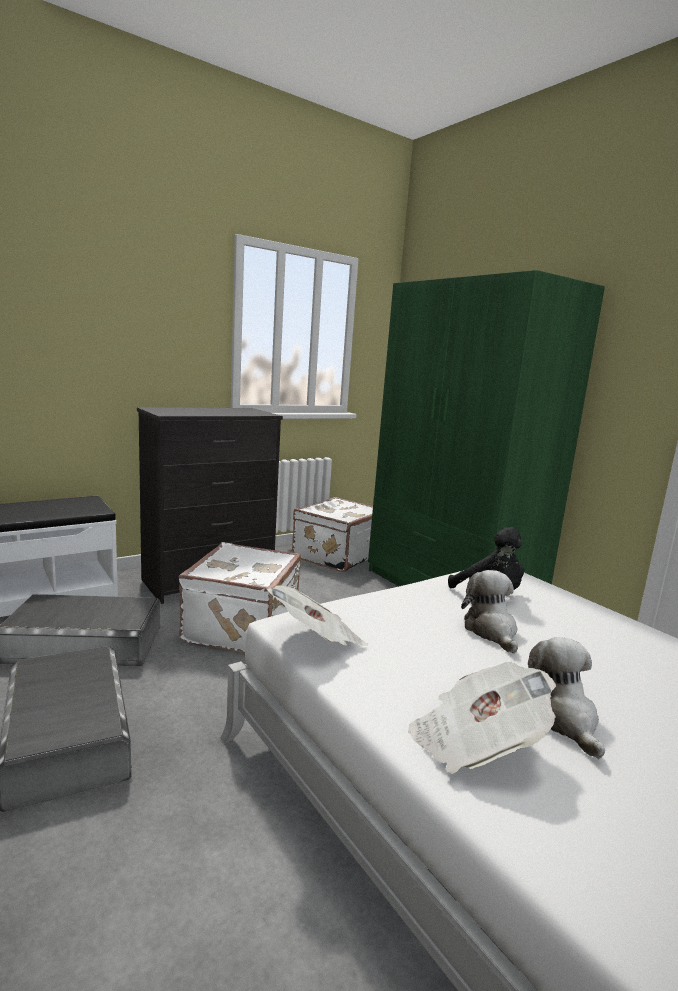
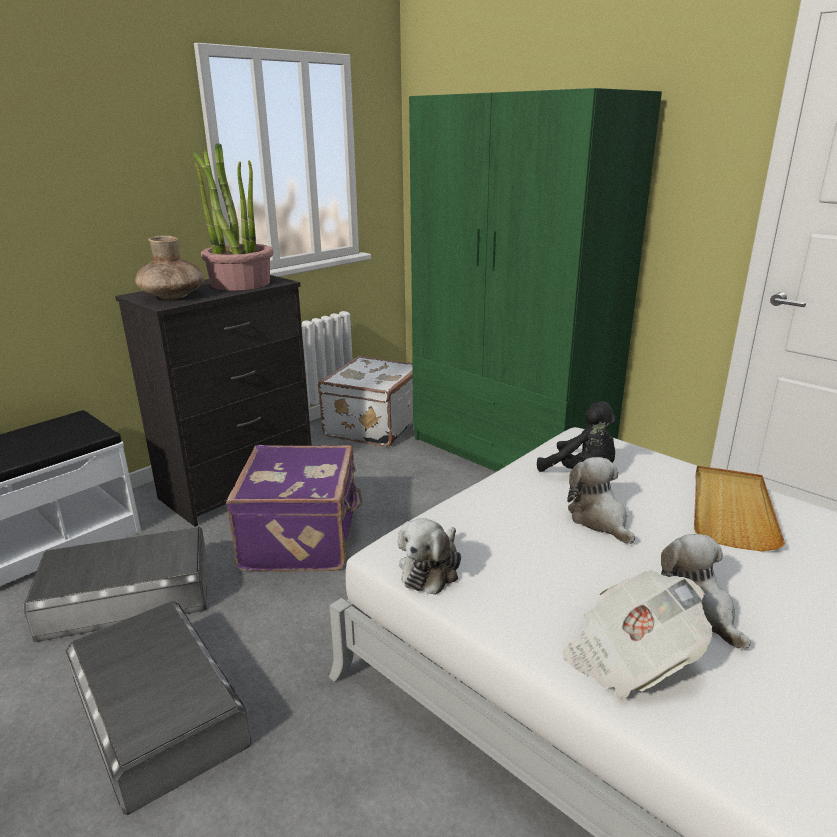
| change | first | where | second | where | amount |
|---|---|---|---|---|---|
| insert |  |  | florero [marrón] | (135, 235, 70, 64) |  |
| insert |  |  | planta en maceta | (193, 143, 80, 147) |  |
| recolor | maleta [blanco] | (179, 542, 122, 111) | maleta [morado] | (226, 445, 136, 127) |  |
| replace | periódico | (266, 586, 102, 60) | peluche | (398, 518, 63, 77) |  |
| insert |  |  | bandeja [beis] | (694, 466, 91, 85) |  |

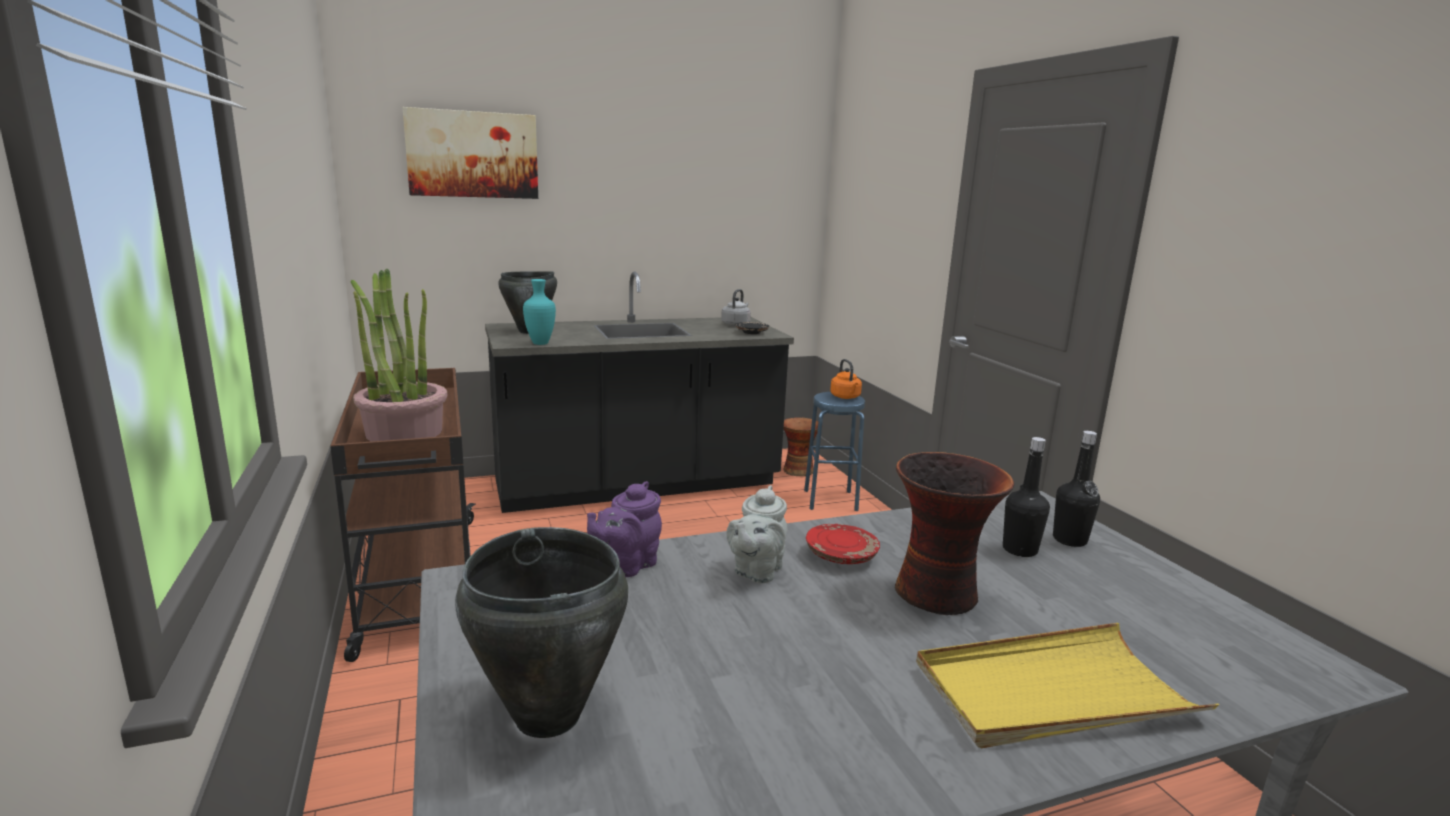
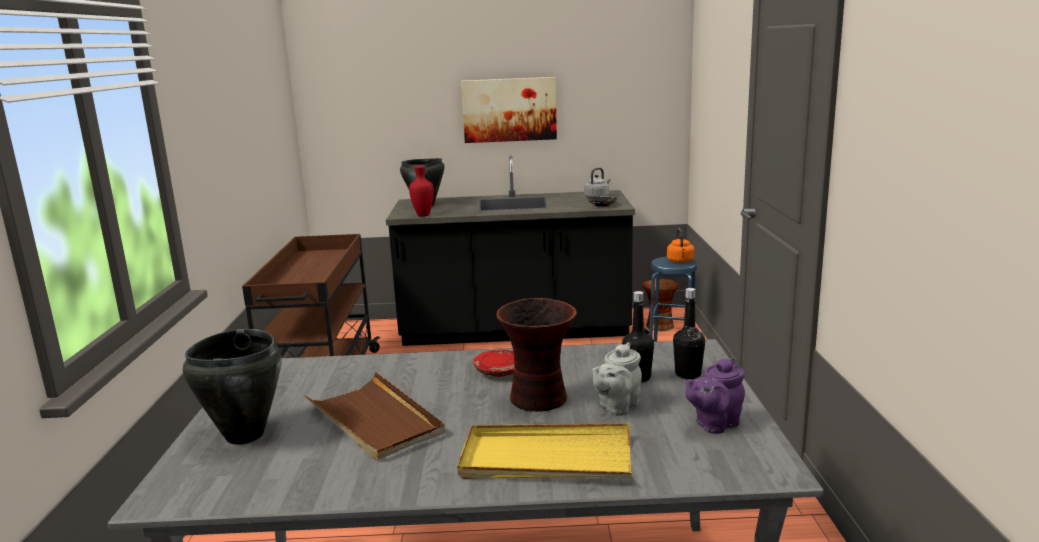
| change | first | where | second | where | amount |
|---|---|---|---|---|---|
| insert |  |  | bandeja [marrón] | (305, 372, 140, 88) |  |
| recolor | florero [turquesa] | (523, 279, 33, 66) | florero [rojo] | (409, 166, 25, 51) |  |
| move | cuadro | (403, 107, 135, 92) |  | (461, 77, 96, 66) |  |
| move | tetera [gris] | (726, 485, 62, 98) |  | (592, 342, 50, 74) |  |
| move | tetera [morado] | (587, 481, 75, 96) |  | (686, 358, 59, 76) |  |
| delete | planta en maceta | (350, 269, 97, 172) |  |  |  |

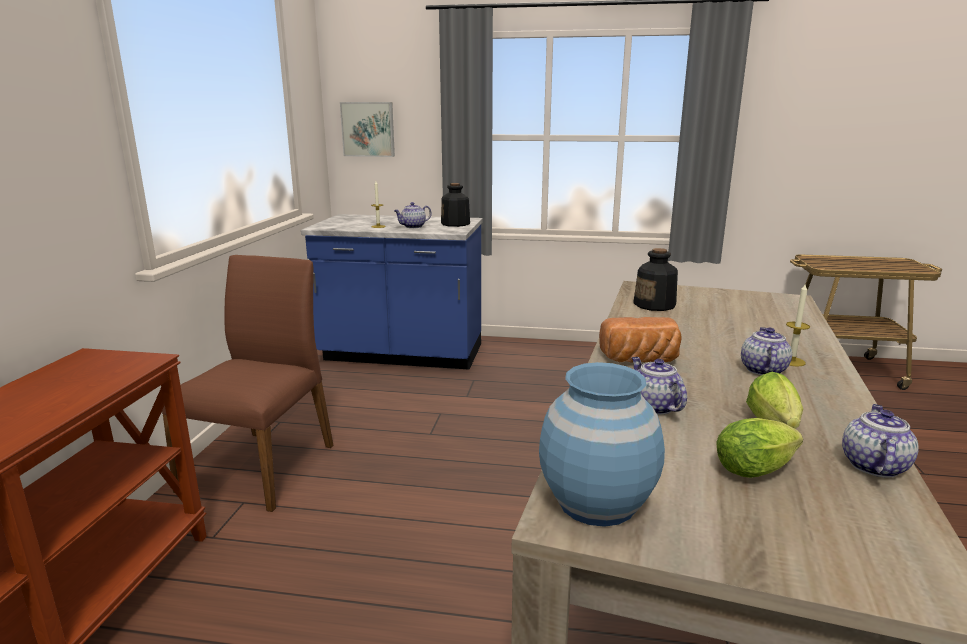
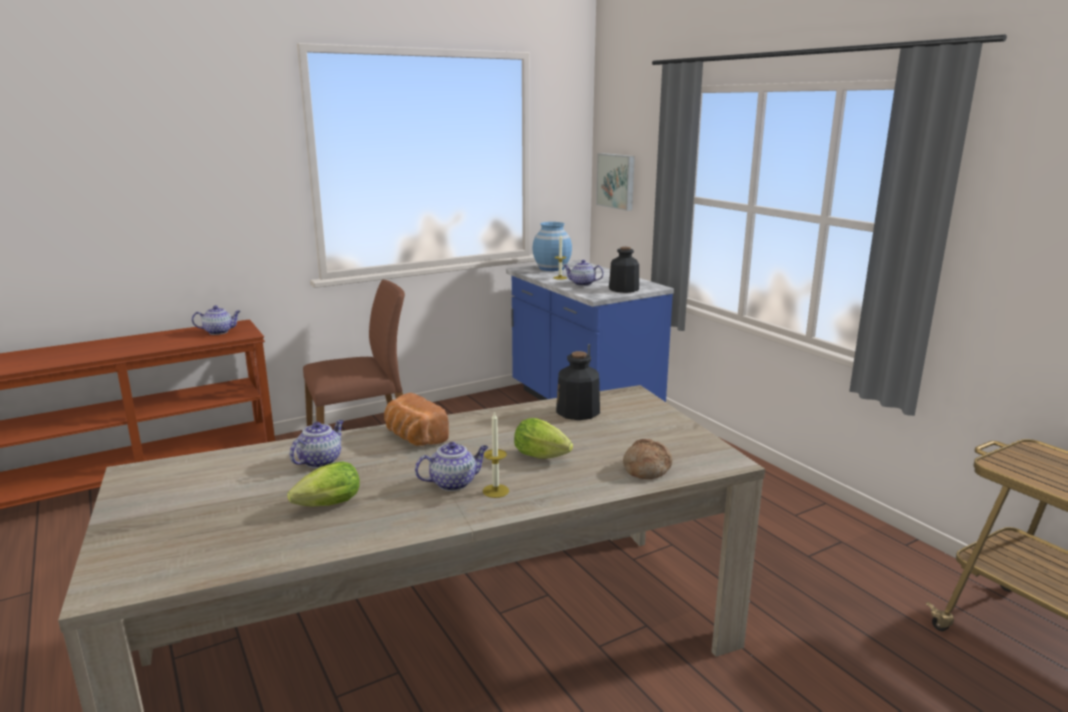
| change | first | where | second | where | amount |
|---|---|---|---|---|---|
| move | tetera | (842, 404, 77, 74) |  | (192, 305, 49, 30) |  |
| move | lechuga | (716, 418, 87, 60) |  | (514, 418, 59, 41) |  |
| move | florero [azul] | (539, 362, 126, 165) |  | (533, 222, 39, 49) |  |
| insert |  |  | pan | (623, 439, 49, 40) |  |

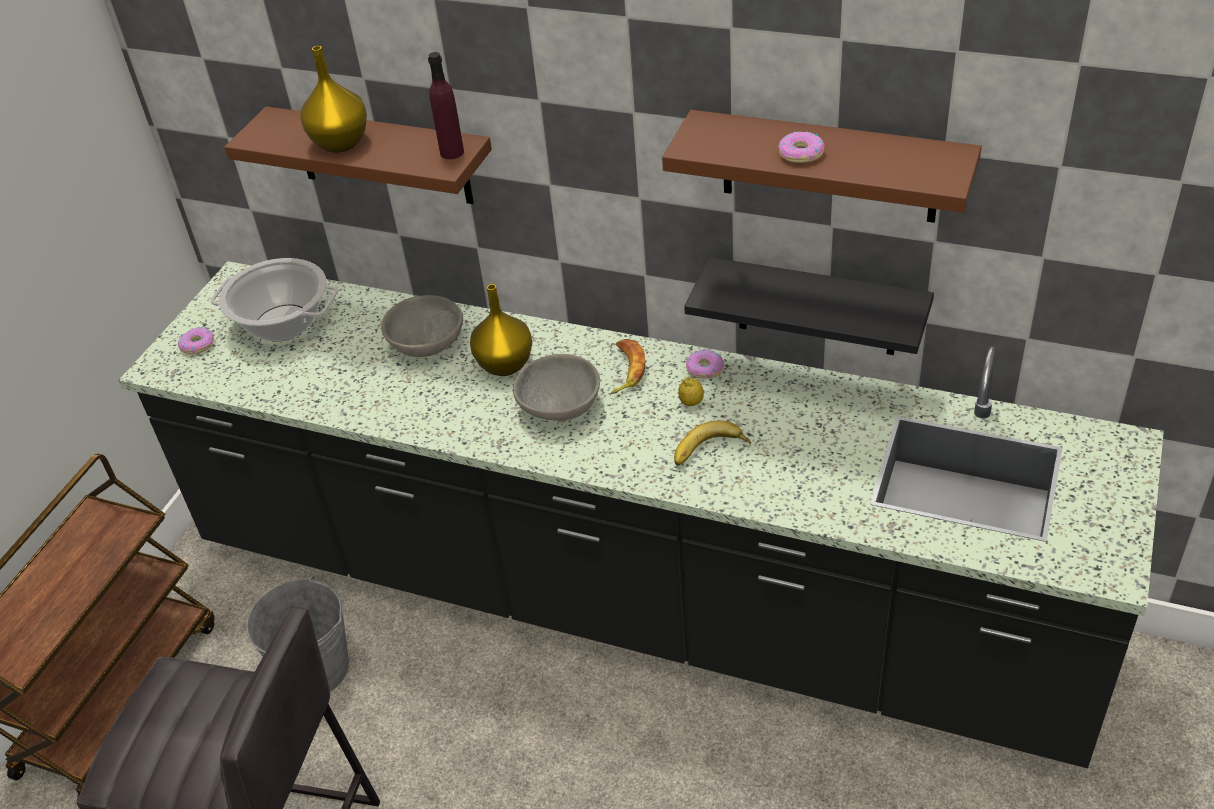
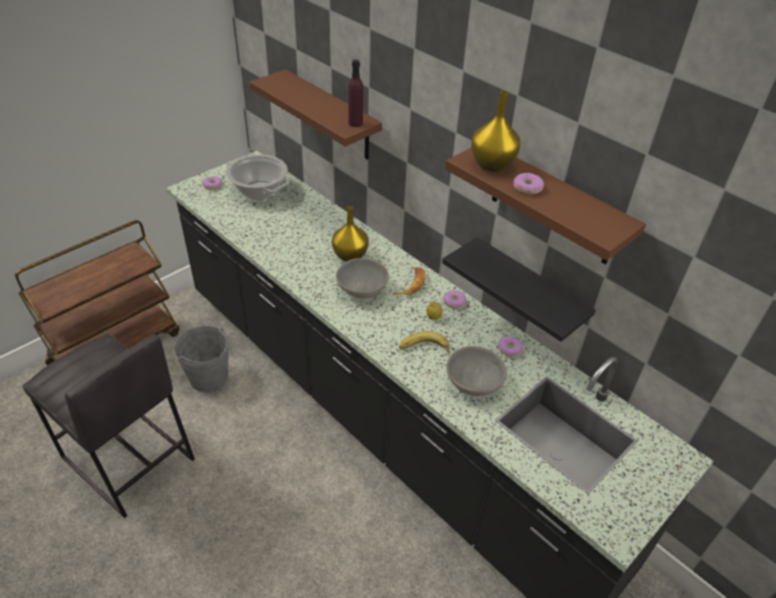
| change | first | where | second | where | amount |
|---|---|---|---|---|---|
| move | cuenco [gris] | (381, 295, 82, 62) |  | (446, 346, 61, 50) |  |
| move | florero [amarillo] | (300, 46, 67, 107) |  | (471, 91, 49, 81) |  |
| insert |  |  | rosquilla | (498, 336, 25, 21) |  |

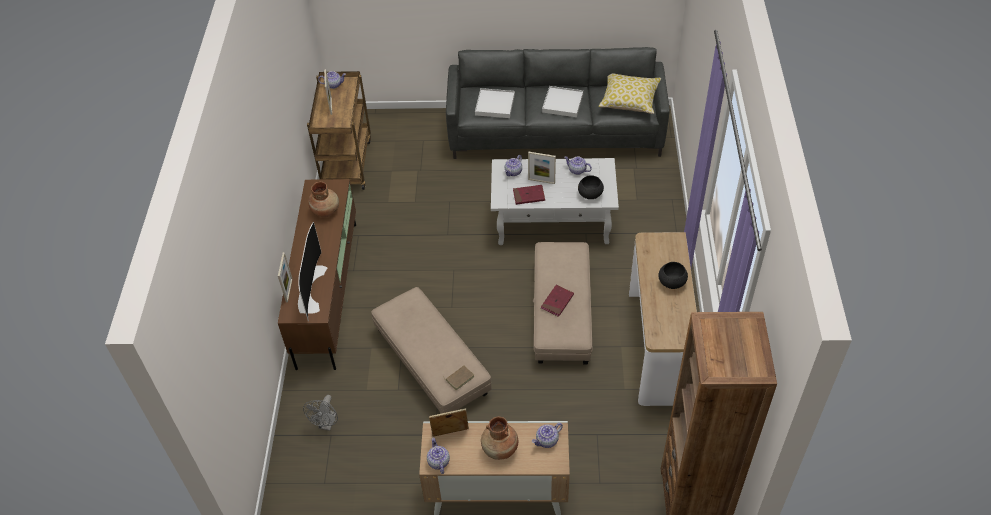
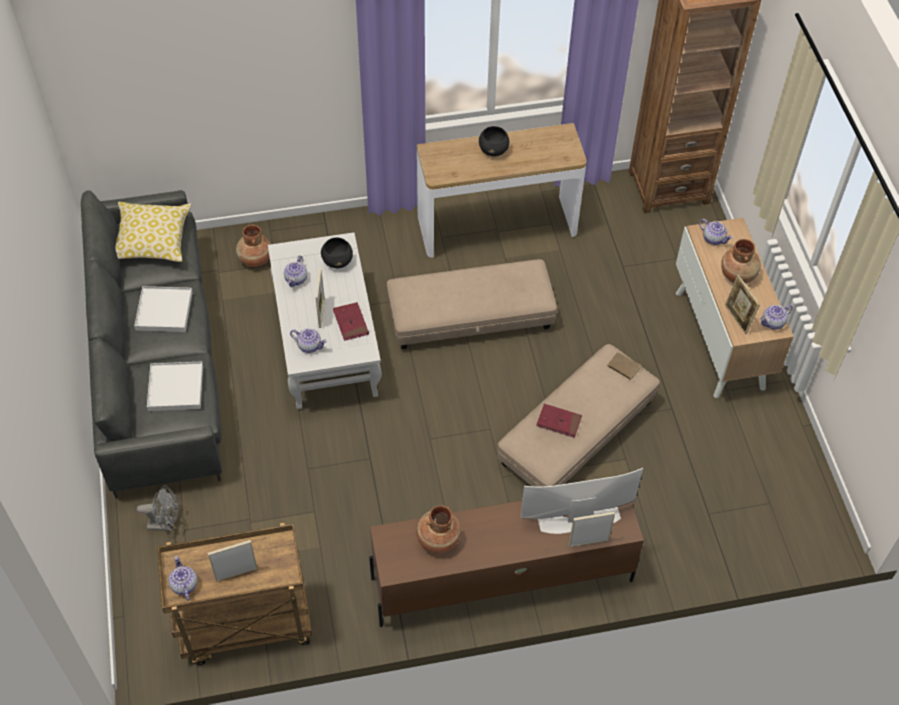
| change | first | where | second | where | amount |
|---|---|---|---|---|---|
| move | ventilador [gris] | (303, 395, 35, 36) |  | (137, 485, 41, 46) |  |
| insert |  |  | florero [marrón] | (236, 225, 34, 42) |  |
| move | libro [rojo] | (541, 285, 33, 32) |  | (536, 404, 46, 34) |  |

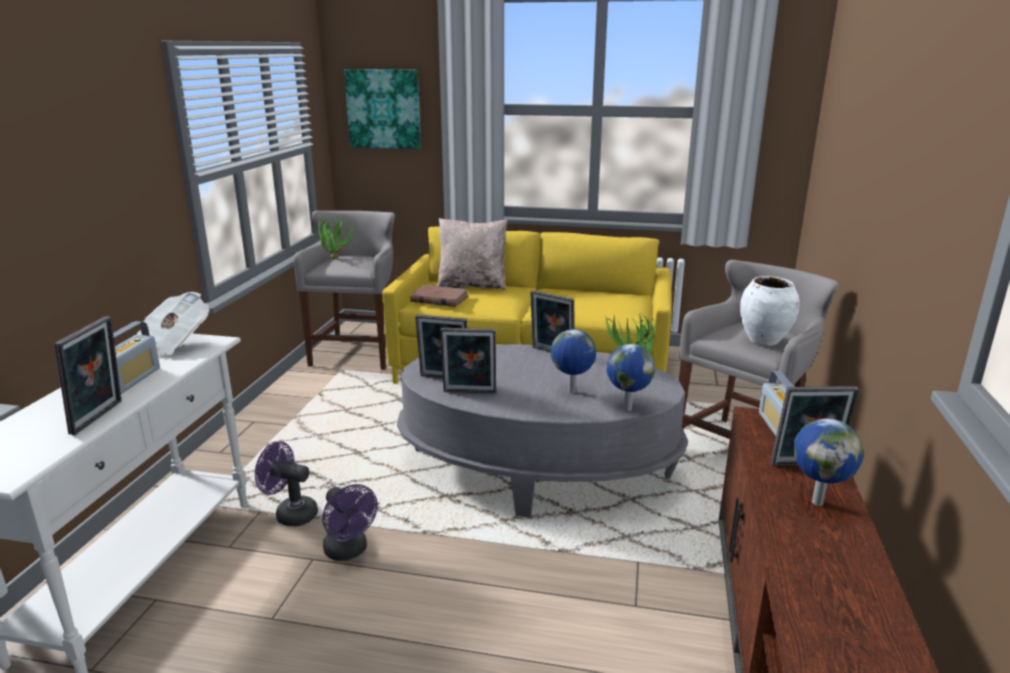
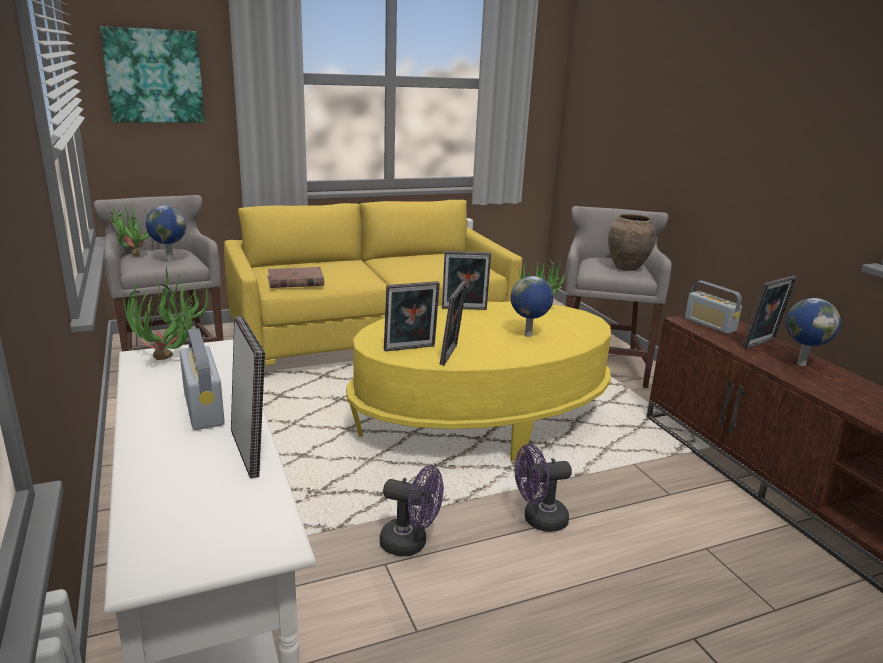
| change | first | where | second | where | amount |
|---|---|---|---|---|---|
| replace | periódico | (137, 292, 72, 64) | planta en maceta | (124, 267, 84, 93) |  |
| move | globo terráqueo | (607, 344, 48, 67) |  | (145, 206, 42, 55) |  |
| recolor | mesa de centro [gris] | (397, 344, 291, 174) | mesa de centro [amarillo] | (346, 302, 265, 160) |  |
| rotate | portarretratos | (440, 328, 56, 65) |  | (440, 281, 27, 85) | 45 degrees counterclockwise |
| move | ventilador [morado] | (255, 442, 63, 84) |  | (514, 444, 58, 88) |  |
| recolor | florero [blanco] | (740, 276, 60, 70) | florero [marrón] | (608, 214, 48, 57) |  |
| delete | cojín [beis] | (437, 218, 71, 72) |  |  |  |

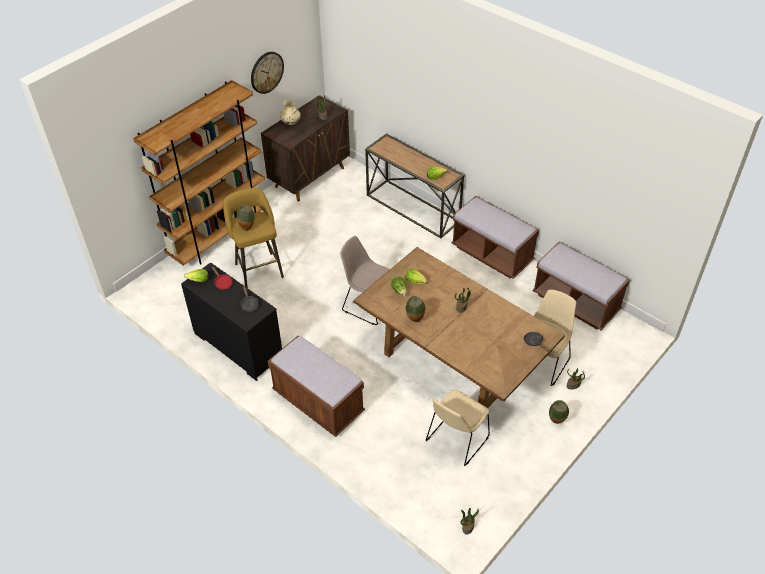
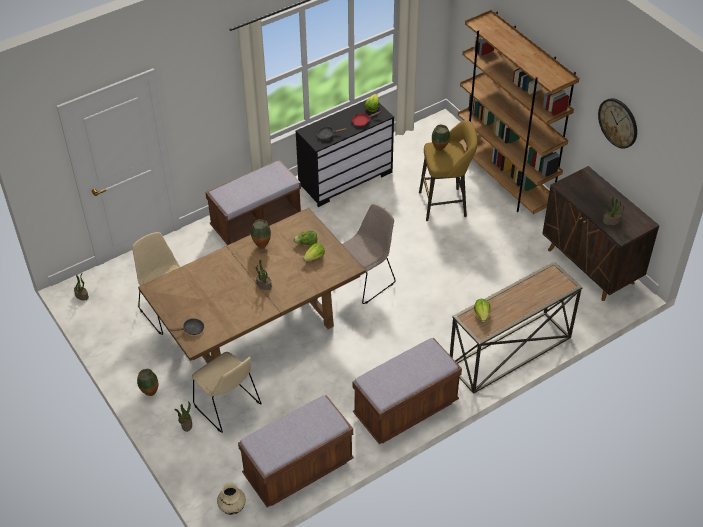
| change | first | where | second | where | amount |
|---|---|---|---|---|---|
| move | florero [beis] | (280, 99, 21, 26) |  | (217, 482, 29, 33) |  |

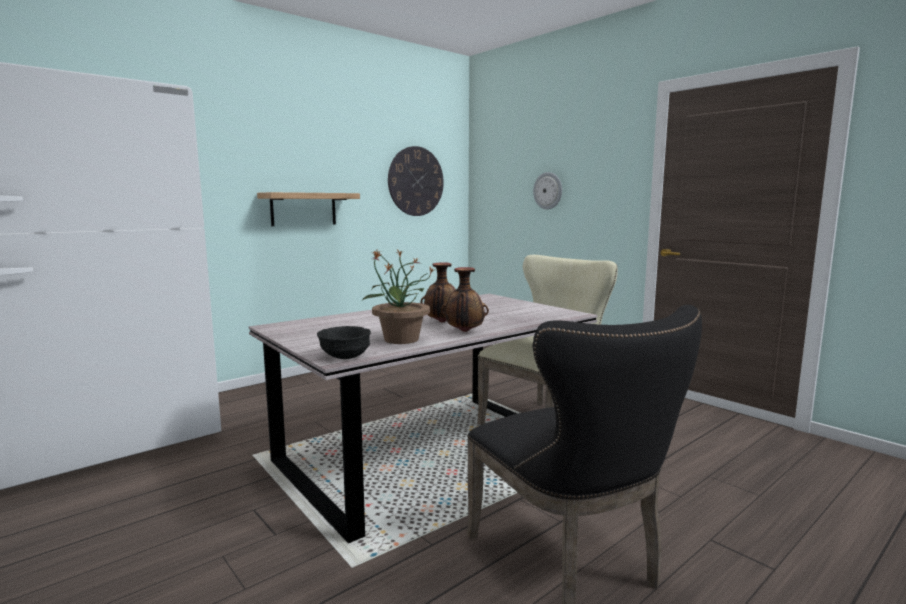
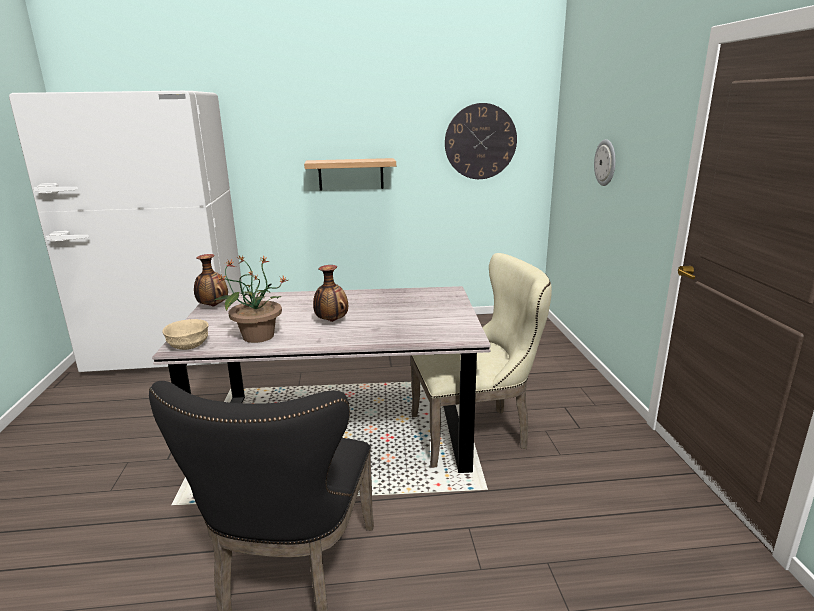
| change | first | where | second | where | amount |
|---|---|---|---|---|---|
| recolor | cuenco [negro] | (317, 326, 54, 33) | cuenco [beis] | (162, 319, 47, 31) |  |
| move | florero | (441, 267, 48, 65) |  | (194, 254, 34, 53) |  |

